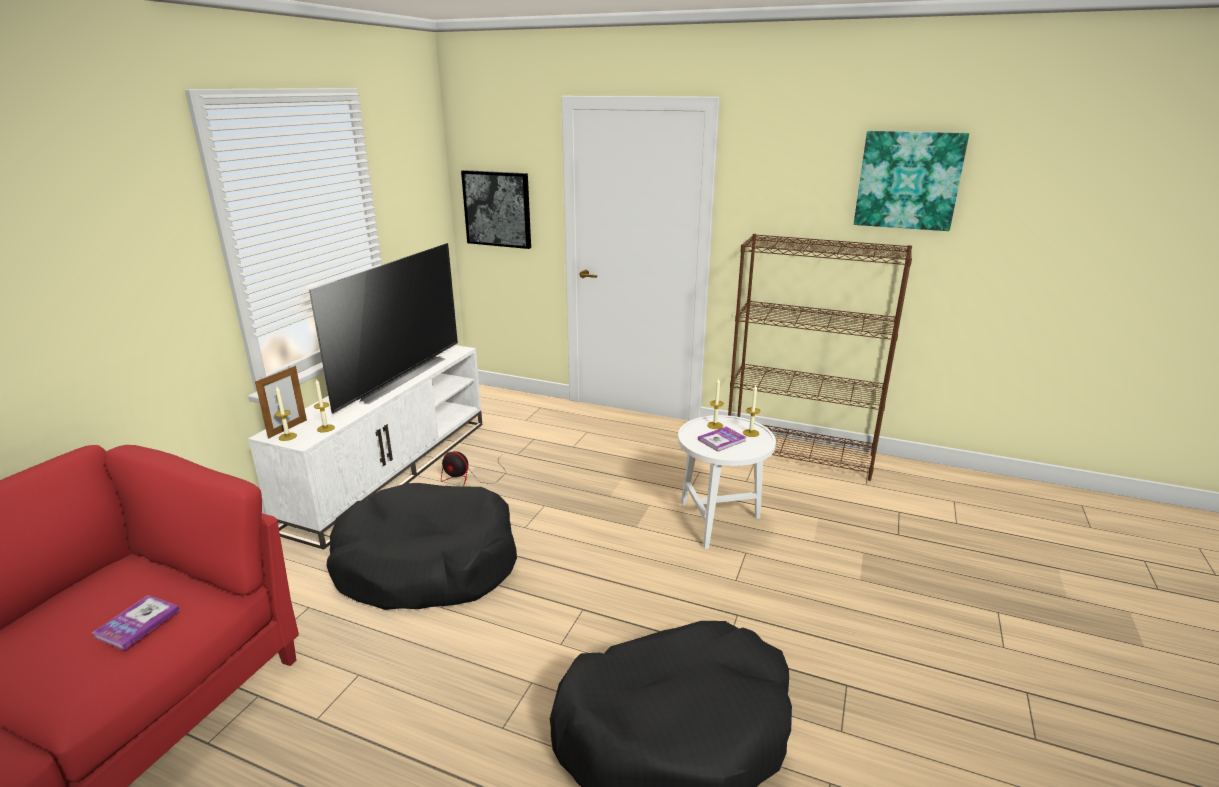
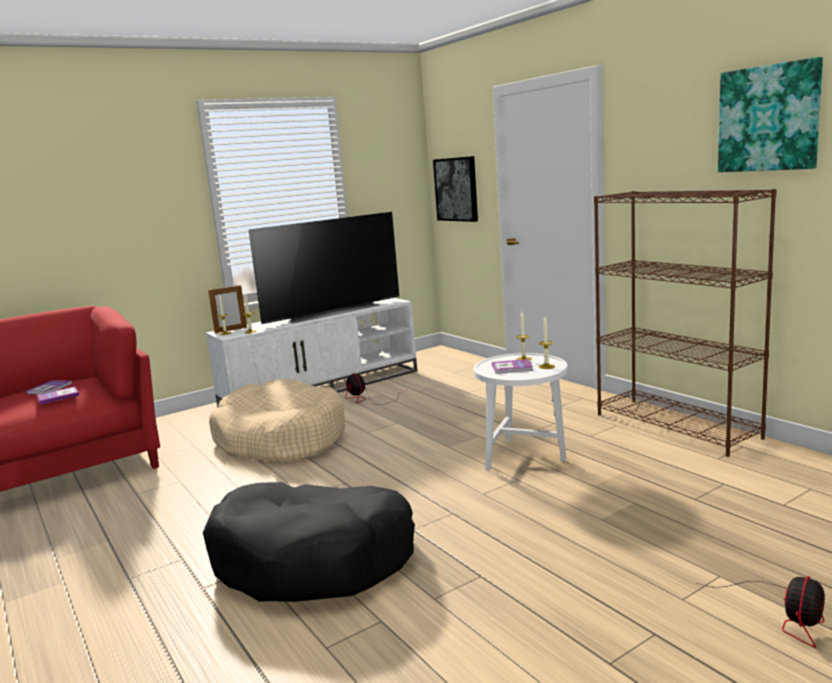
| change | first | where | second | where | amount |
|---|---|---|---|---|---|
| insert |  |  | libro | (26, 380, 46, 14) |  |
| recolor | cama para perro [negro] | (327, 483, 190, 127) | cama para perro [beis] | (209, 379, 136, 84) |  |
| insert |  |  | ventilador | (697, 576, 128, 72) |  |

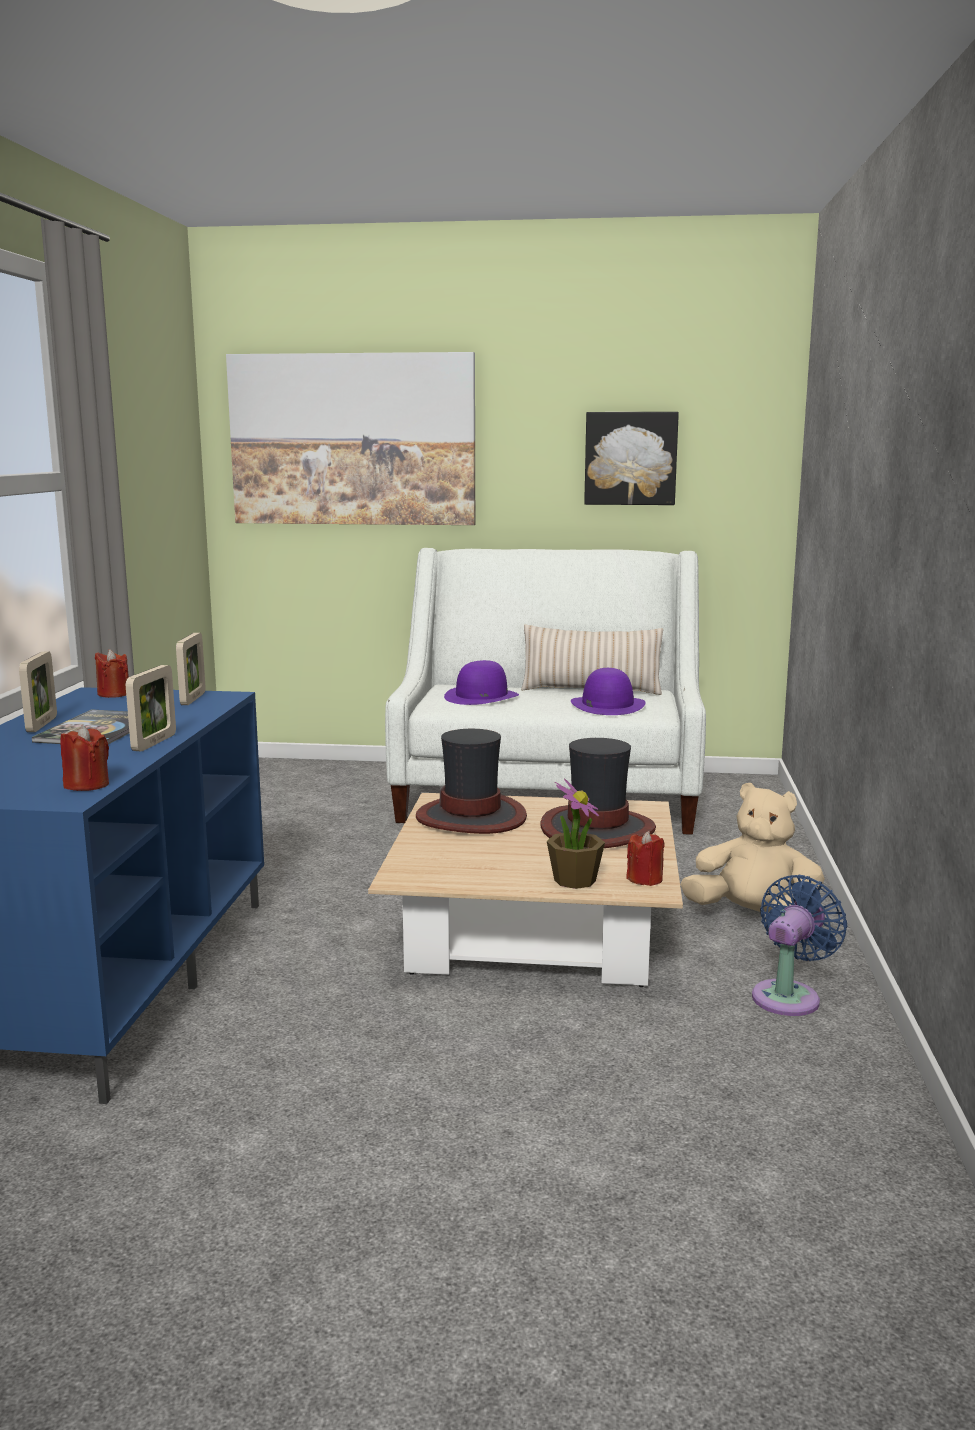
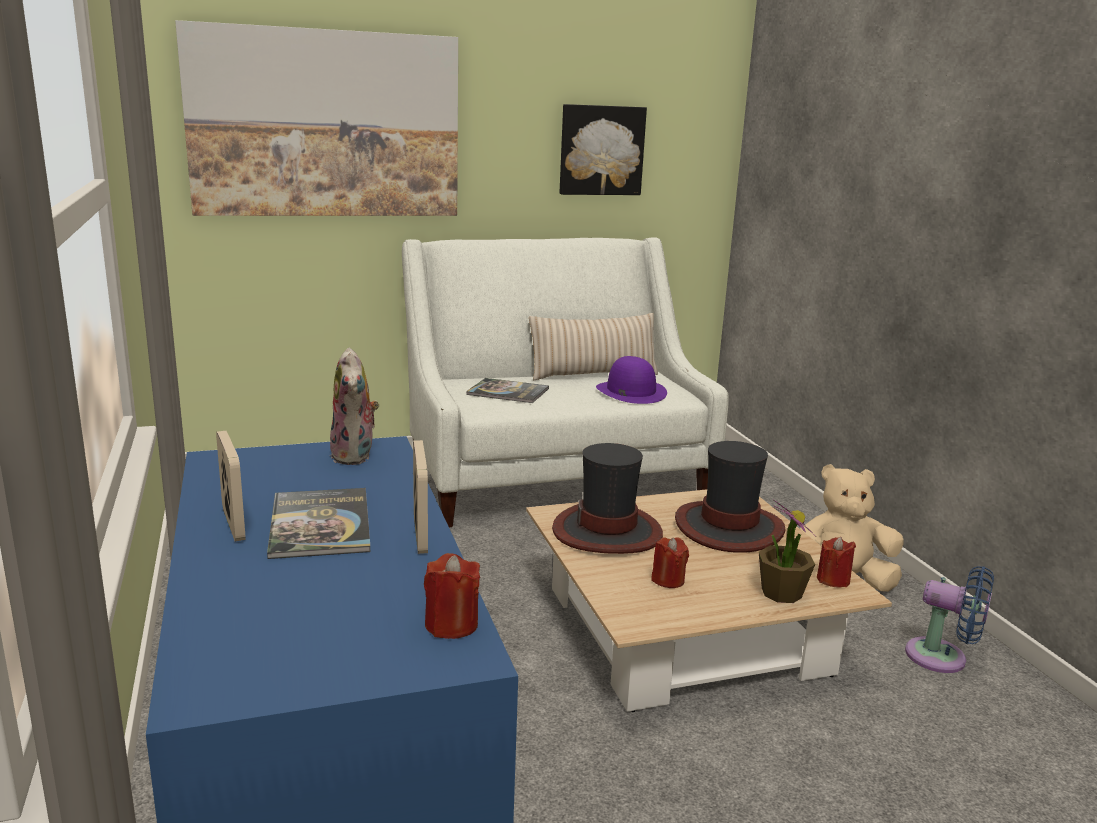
| change | first | where | second | where | amount |
|---|---|---|---|---|---|
| replace | portarretratos | (176, 633, 29, 72) | peluche | (330, 347, 49, 118) |  |
| replace | sombrero [morado] | (444, 660, 75, 45) | libro | (466, 378, 83, 25) |  |
| move | vela [rojo] | (95, 649, 34, 49) |  | (651, 537, 38, 51) |  |
| rotate | ventilador [azul] | (752, 875, 95, 141) |  | (905, 566, 89, 107) | 105 degrees clockwise |

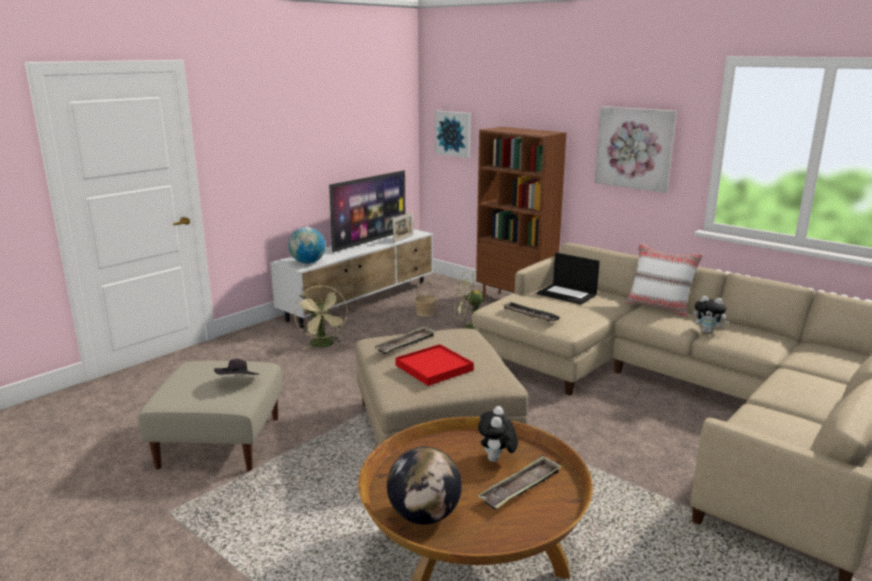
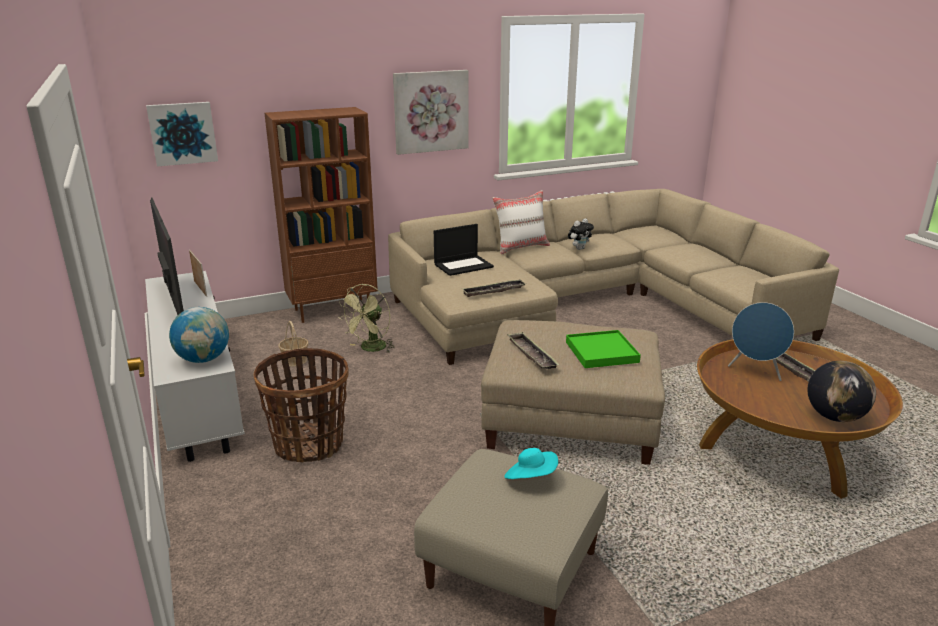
| change | first | where | second | where | amount |
|---|---|---|---|---|---|
| replace | ventilador [beis] | (294, 286, 54, 63) | cesta | (253, 348, 95, 114) |  |
| recolor | sombrero [negro] | (214, 359, 45, 16) | sombrero [turquesa] | (505, 448, 53, 31) |  |
| recolor | bandeja [rojo] | (395, 344, 79, 42) | bandeja [verde] | (566, 330, 75, 38) |  |
| replace | peluche | (478, 406, 40, 56) | altavoz [azul] | (728, 302, 66, 79) |  |

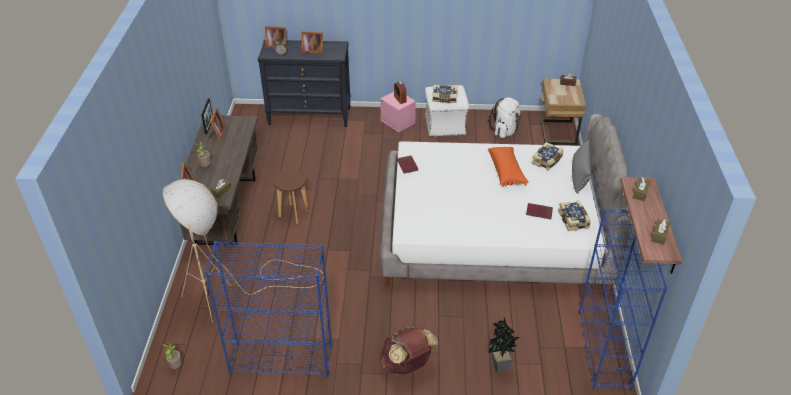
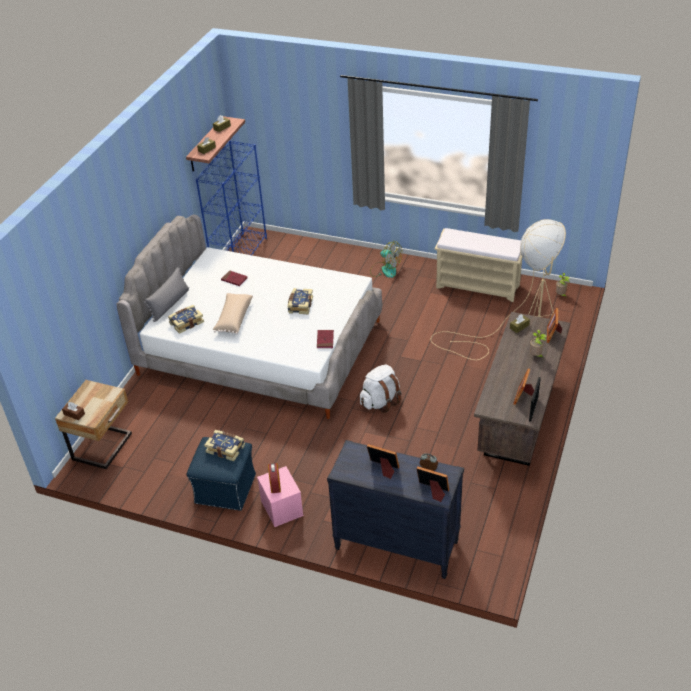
| change | first | where | second | where | amount |
|---|---|---|---|---|---|
| recolor | puf [blanco] | (425, 85, 44, 52) | puf [azul] | (186, 437, 70, 74) |  |
| recolor | cojín [naranja] | (488, 147, 41, 40) | cojín [beis] | (213, 293, 40, 42) |  |
| move | libro | (558, 201, 33, 30) |  | (287, 288, 26, 26) |  |
| move | mochila [blanco] | (488, 98, 34, 40) |  | (360, 364, 41, 49) |  |
| replace | mochila [marrón] | (379, 327, 59, 47) | ventilador | (370, 241, 32, 37) |  |
| replace | estantería [azul] | (205, 241, 127, 137) | banco [beis] | (434, 228, 88, 74) |  |
| delete | taburete [marrón] | (273, 169, 36, 55) |  |  |  |
| delete | planta en maceta | (488, 317, 32, 55) |  |  |  |

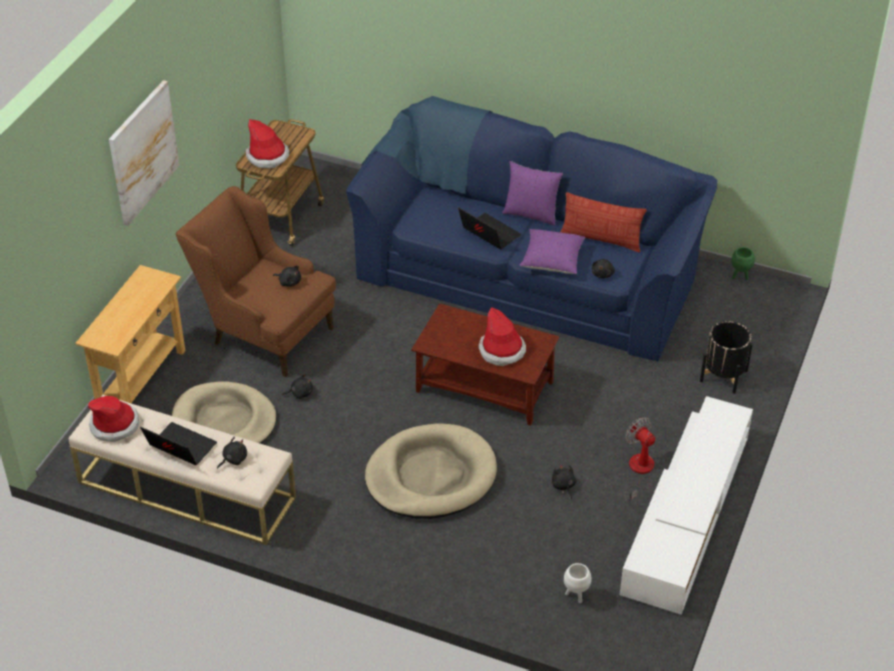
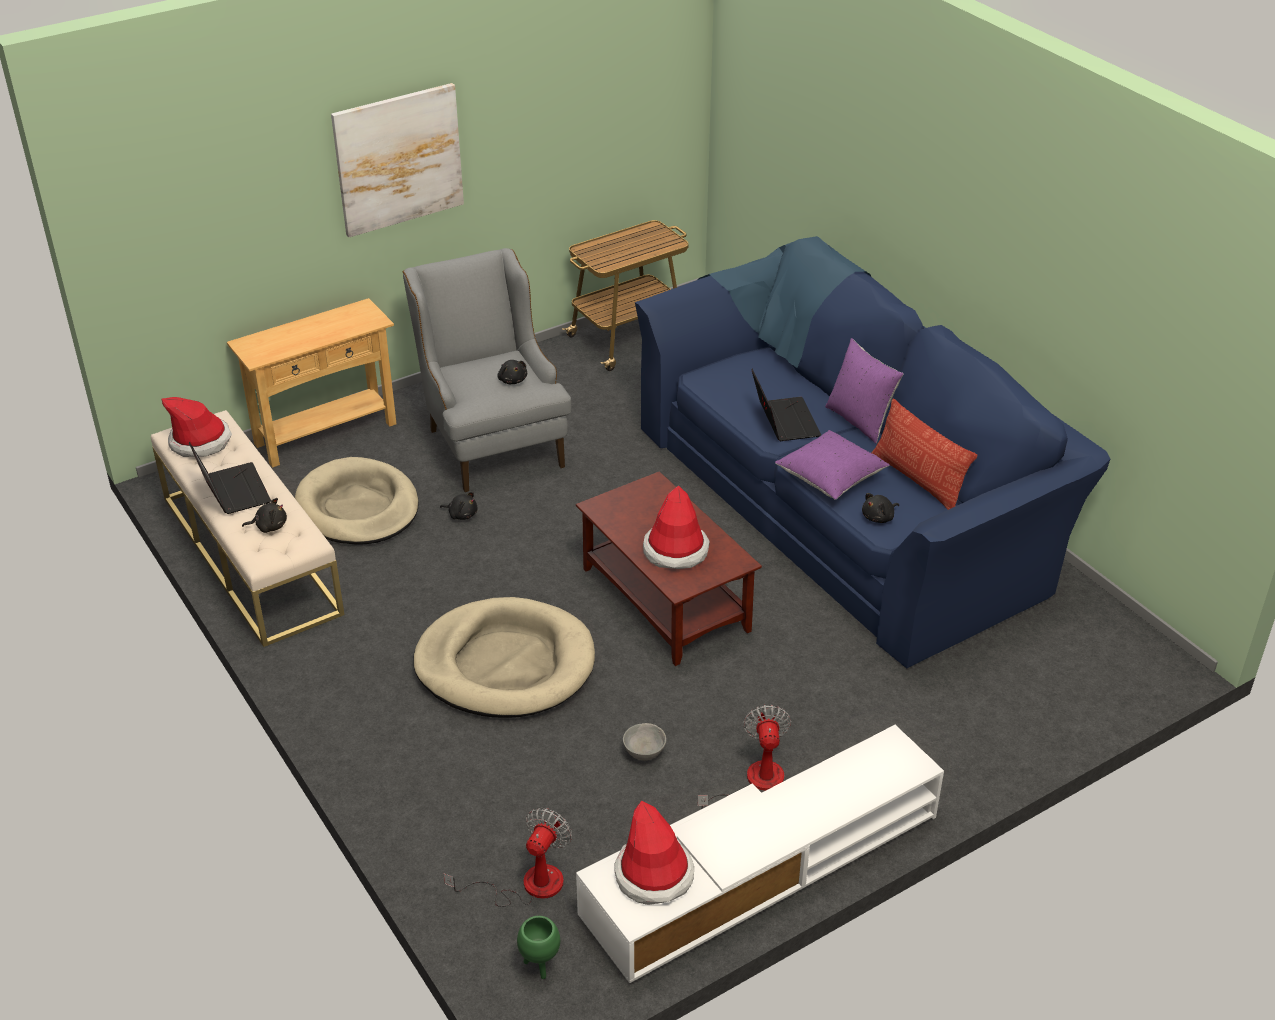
| change | first | where | second | where | amount |
|---|---|---|---|---|---|
| recolor | sillón [marrón] | (175, 186, 161, 191) | sillón [gris] | (403, 248, 168, 244) |  |
| replace | maceta [blanco] | (564, 563, 28, 40) | ventilador | (444, 808, 128, 99) |  |
| move | maceta [verde] | (731, 247, 24, 33) |  | (517, 916, 43, 63) |  |
| move | sombrero | (246, 119, 43, 49) |  | (615, 801, 79, 104) |  |
| replace | peluche [negro] | (552, 464, 24, 35) | cuenco [gris] | (623, 723, 43, 37) |  |
| delete | maceta [negro] | (700, 321, 53, 73) |  |  |  |

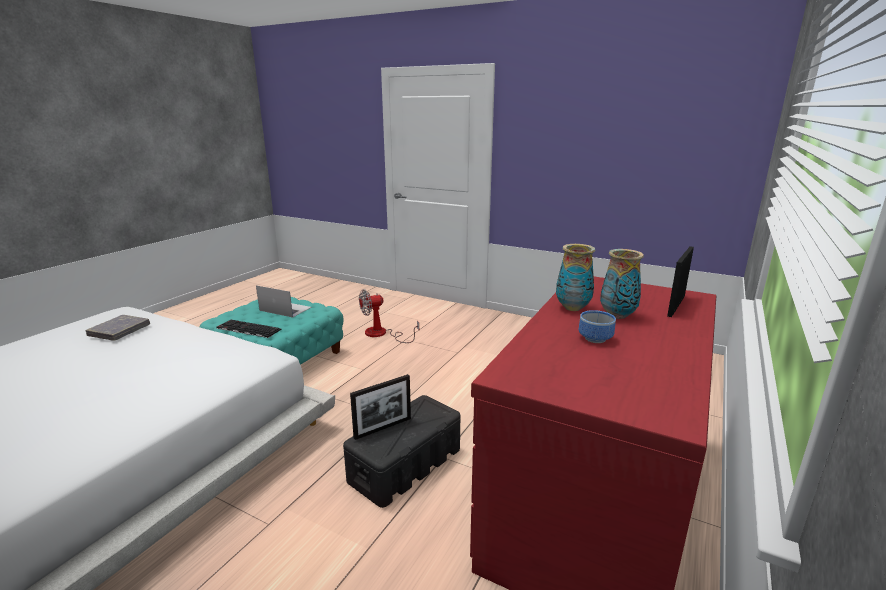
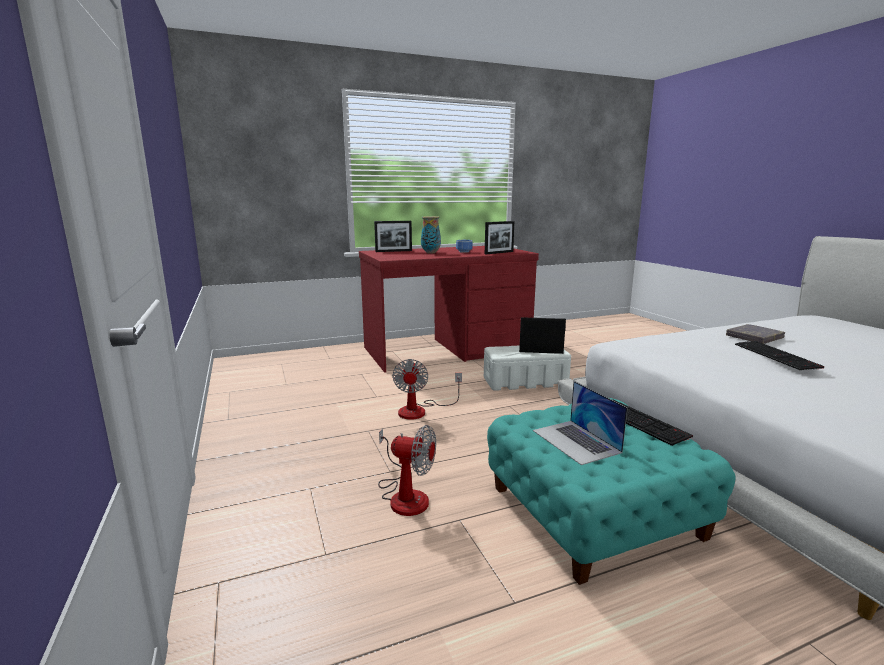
| change | first | where | second | where | amount |
|---|---|---|---|---|---|
| insert |  |  | ventilador | (392, 359, 70, 61) |  |
| recolor | caja de almacenaje [negro] | (343, 395, 117, 113) | caja de almacenaje [blanco] | (484, 345, 87, 46) |  |
| insert |  |  | portarretratos | (485, 221, 29, 33) |  |
| move | libro [gris] | (85, 315, 65, 26) |  | (726, 324, 59, 20) |  |
| insert |  |  | teclado | (735, 341, 89, 29) |  |
| delete | florero | (556, 244, 40, 67) |  |  |  |

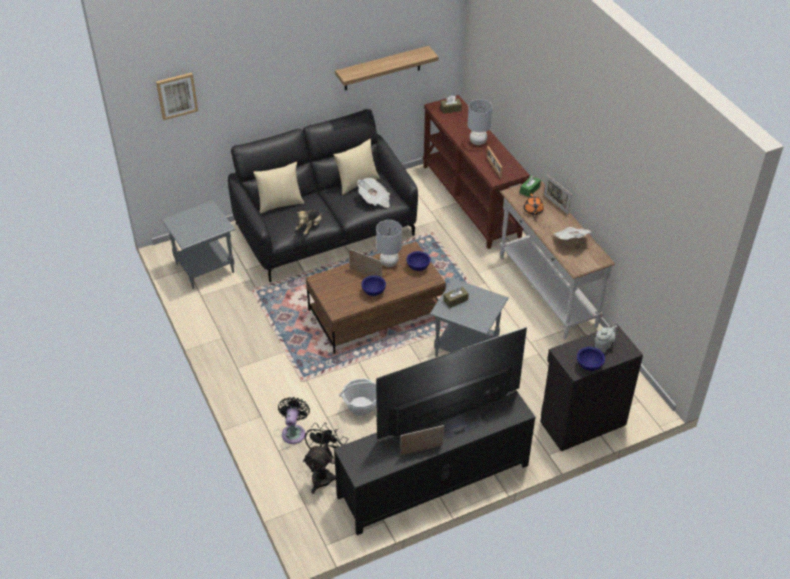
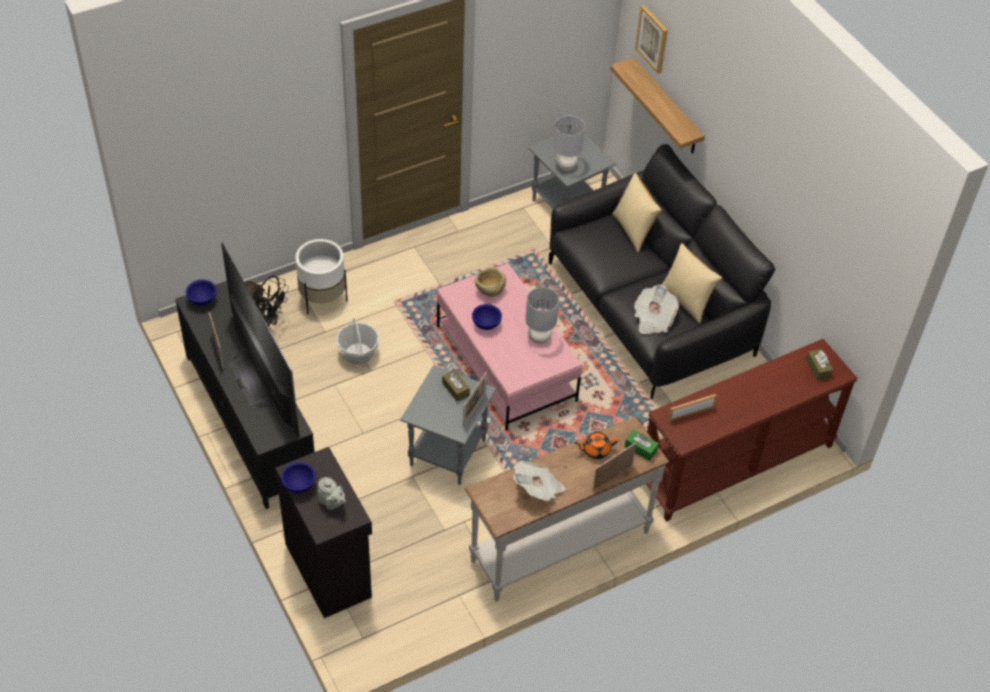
| change | first | where | second | where | amount |
|---|---|---|---|---|---|
| move | cuenco [azul] | (406, 251, 24, 20) |  | (186, 279, 31, 27) |  |
| replace | ventilador [negro] | (278, 397, 32, 47) | maceta [blanco] | (295, 239, 52, 75) |  |
| recolor | mesa de centro [marrón] | (306, 242, 140, 112) | mesa de centro [rosa] | (437, 263, 145, 168) |  |
| move | portarretratos | (349, 248, 33, 29) |  | (463, 371, 24, 57) |  |
| insert |  |  | cuenco [beis] | (474, 267, 32, 30) |  |
| move | lámpara de mesa [gris] | (467, 99, 26, 46) |  | (553, 116, 32, 55) |  |
| move | estante | (335, 46, 104, 44) |  | (610, 58, 95, 96) |  |
| delete | peluche | (296, 210, 27, 25) |  |  |  |

